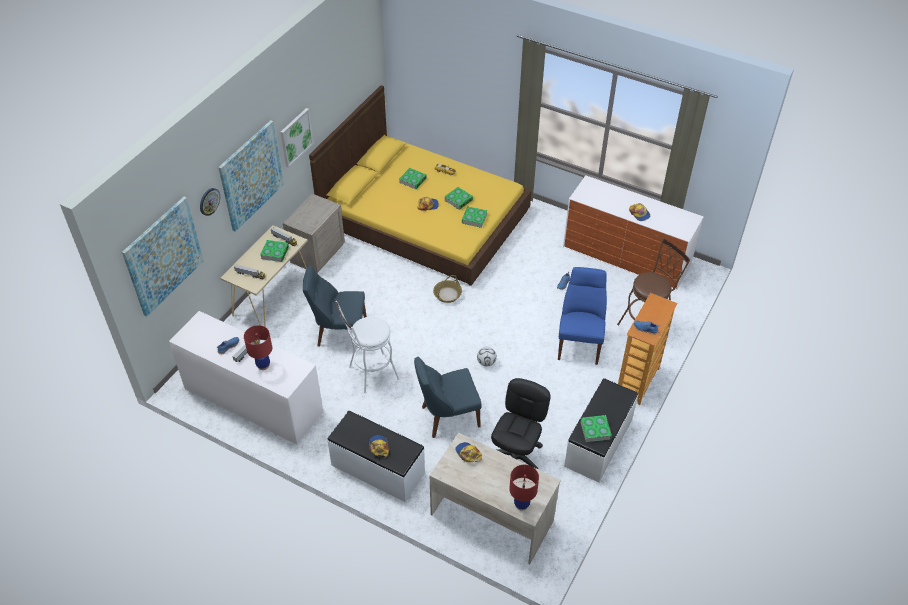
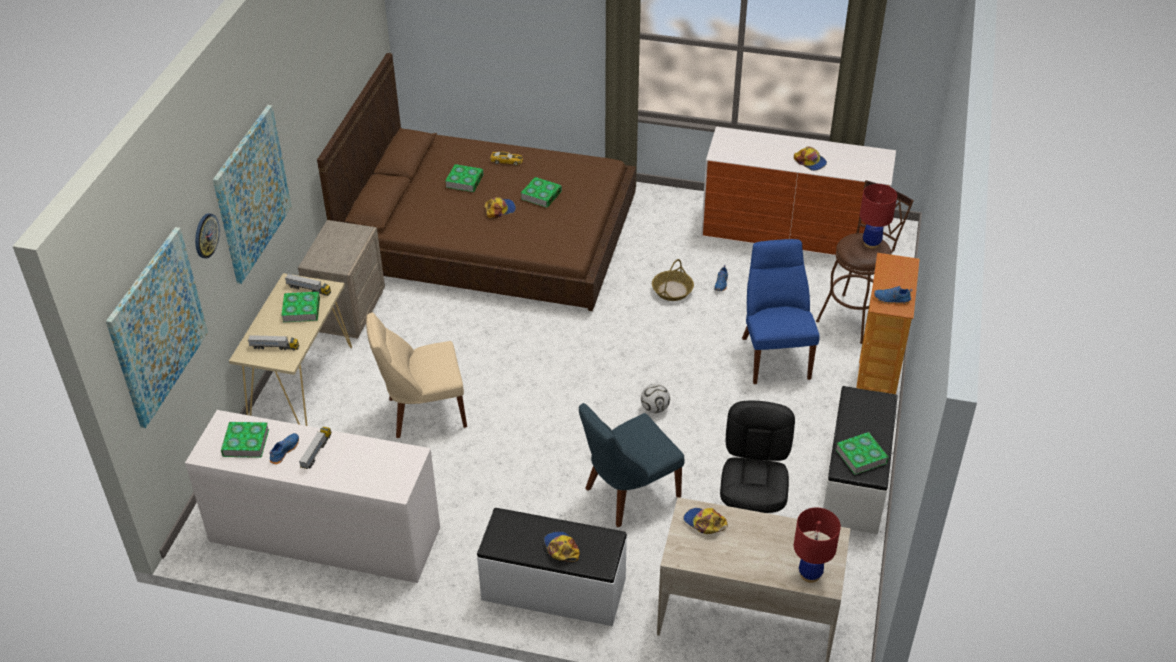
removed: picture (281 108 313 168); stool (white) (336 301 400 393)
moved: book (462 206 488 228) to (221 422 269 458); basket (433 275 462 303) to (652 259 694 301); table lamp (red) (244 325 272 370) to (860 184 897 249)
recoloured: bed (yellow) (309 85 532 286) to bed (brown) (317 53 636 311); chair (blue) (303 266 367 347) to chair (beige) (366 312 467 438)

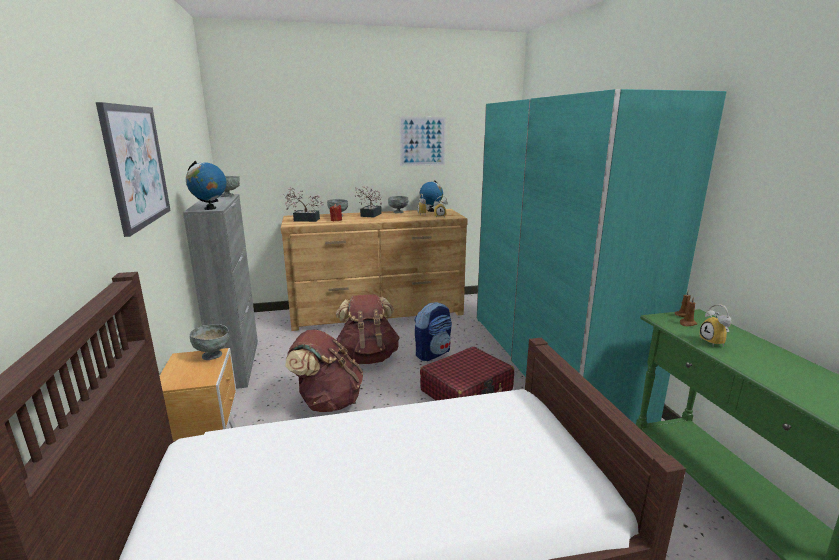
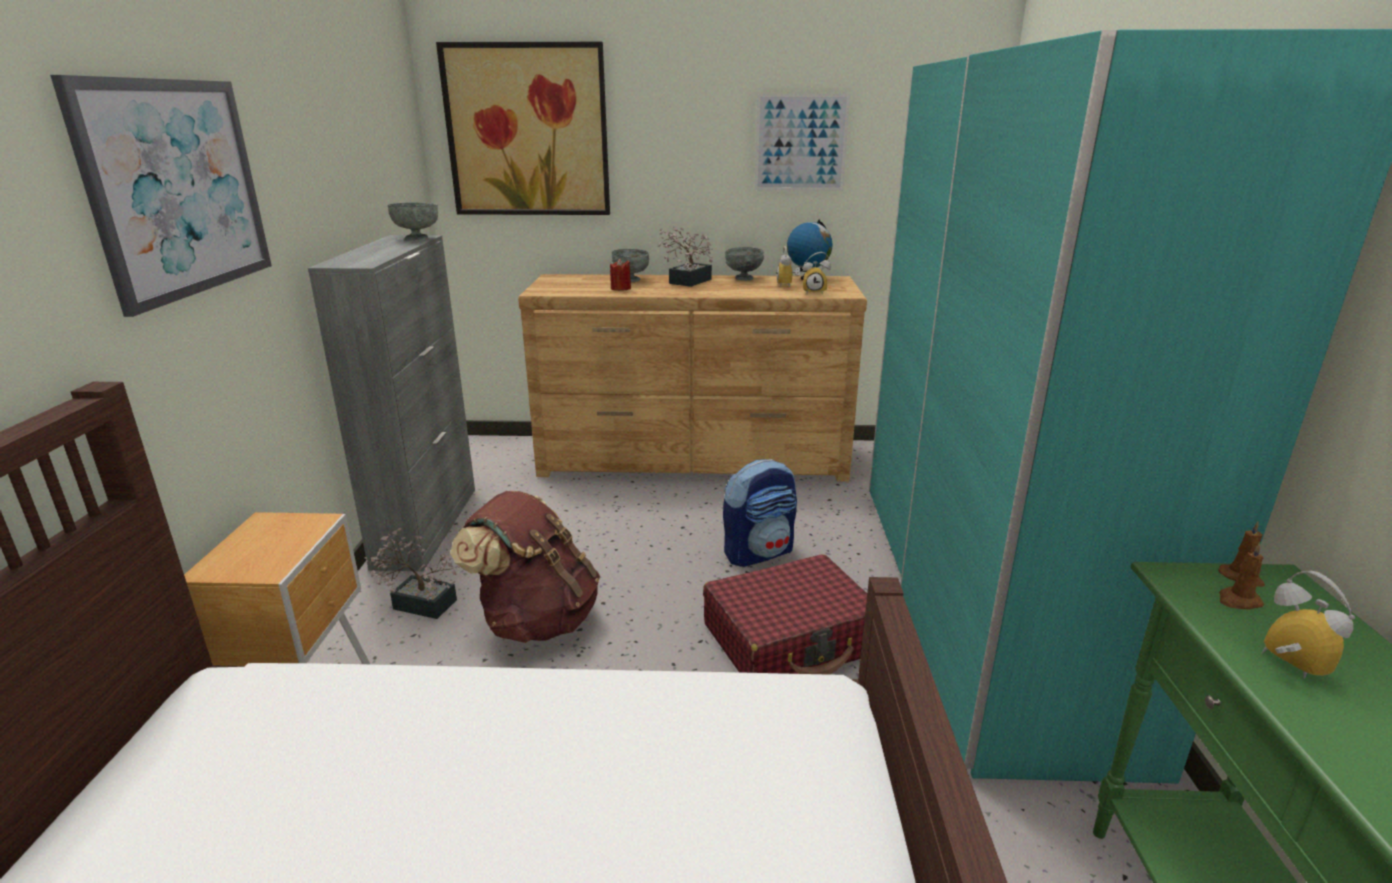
removed: globe (186 161 226 210); bowl (grey) (190 324 229 360); backpack (brown) (336 294 400 364)
added: picture (436 42 610 215)
moved: potted plant (283 187 323 222) to (364 528 461 619)
turned: alarm clock (699 304 731 347) = (1261 570 1355 679) 150 degrees clockwise

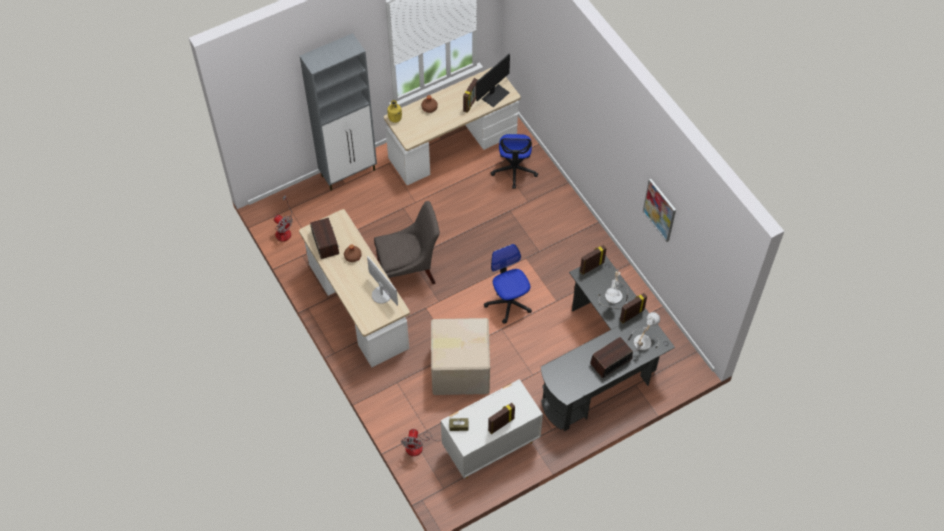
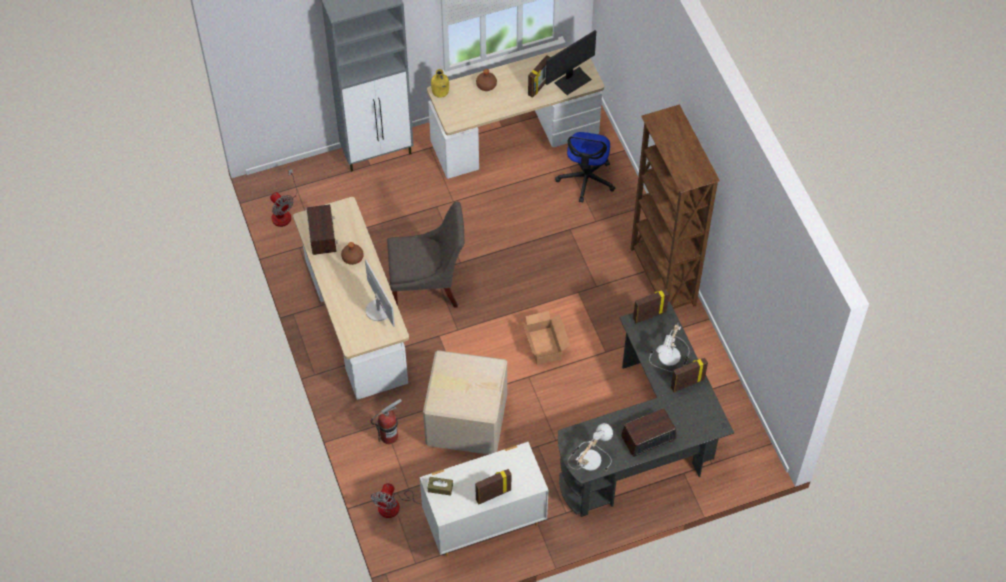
removed: picture (643 179 676 242)
added: fire extinguisher (371 399 402 444); bookcase (brown) (631 104 720 309)
moved: table lamp (626 312 660 351) to (567 423 613 471)
replaced: office chair (484 244 532 324) to cardboard box (522 311 570 365)

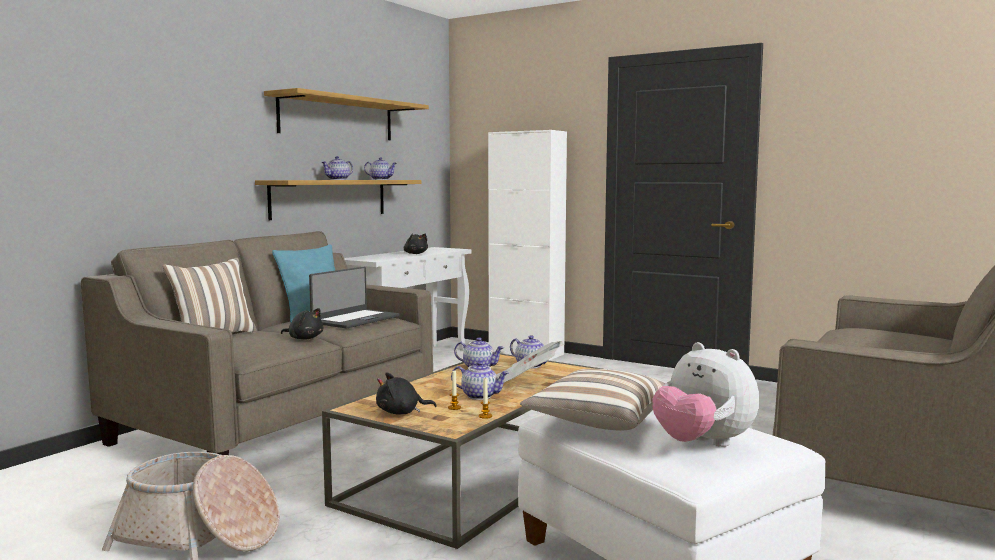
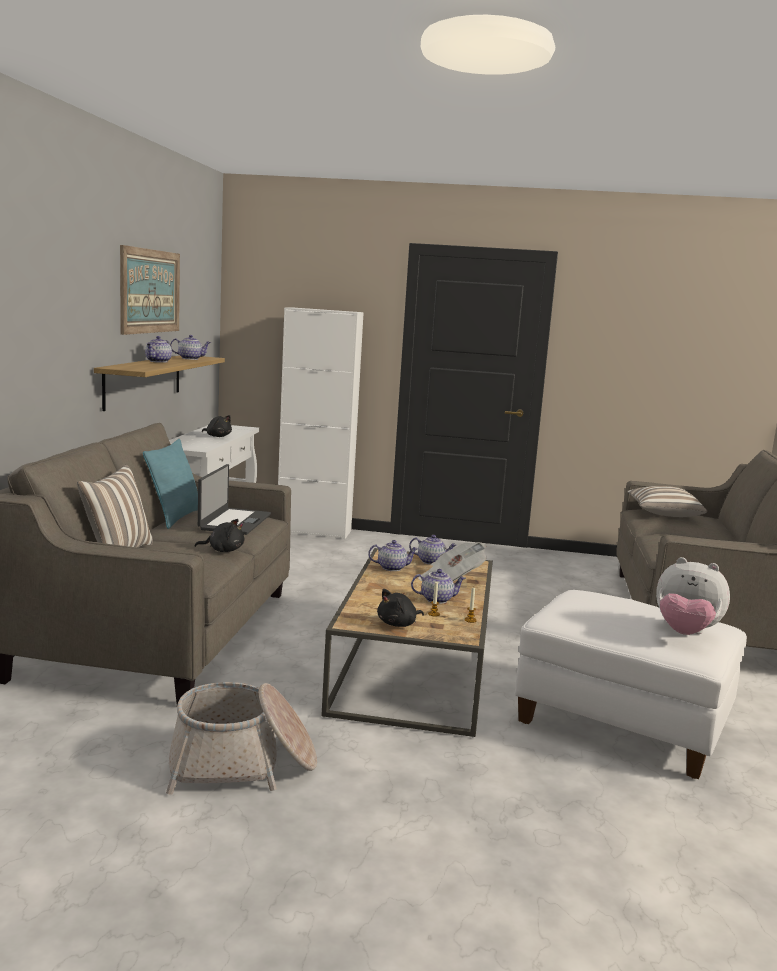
moved: pillow (520 369 666 430) to (627 486 707 517)
replaced: shelf (264 88 429 140) to picture (120 245 180 335)

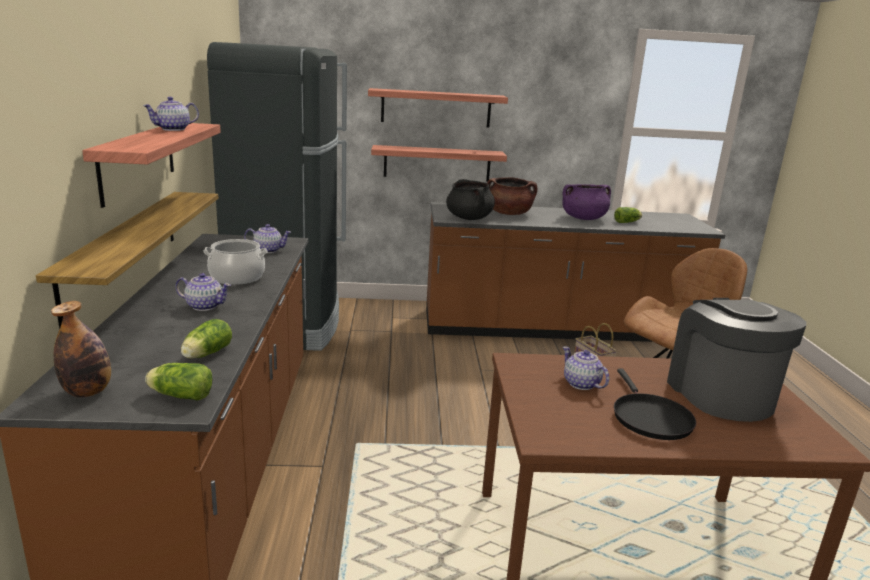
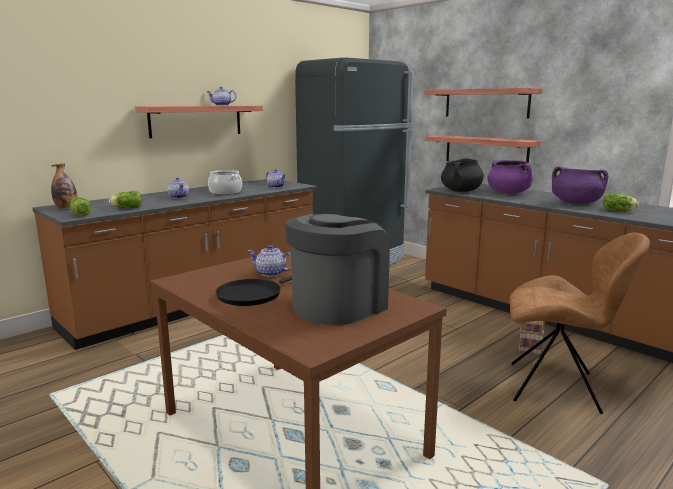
removed: shelf (36 192 218 329)
recoloured: cooking pot (brown) (487 177 538 215) to cooking pot (purple) (487 160 533 194)
turned: teapot (563 347 609 390) = (248 245 291 277) 90 degrees counterclockwise

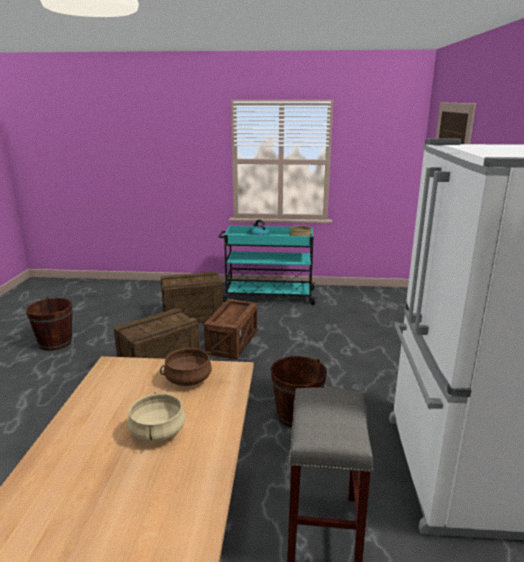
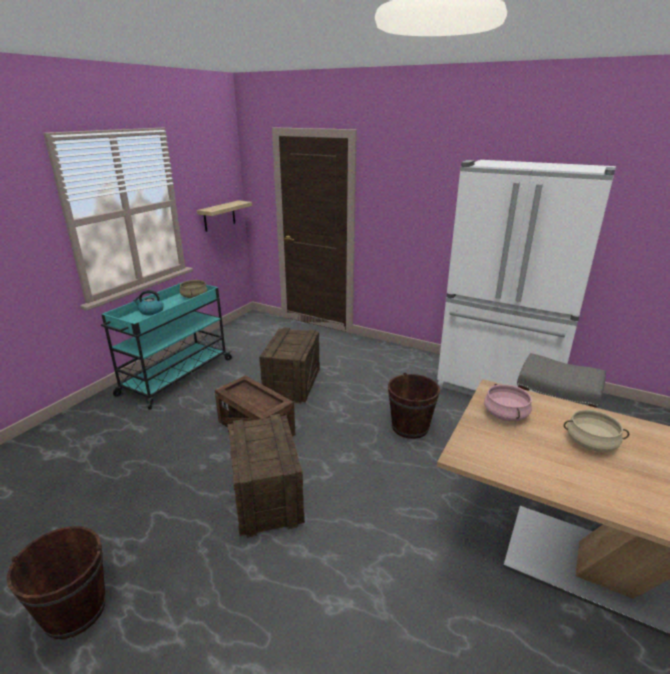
added: shelf (197 200 252 232)
moved: crate (160 271 223 323) to (259 327 320 403)
recoloured: cooking pot (brown) (160 348 212 386) to cooking pot (pink) (484 384 532 421)

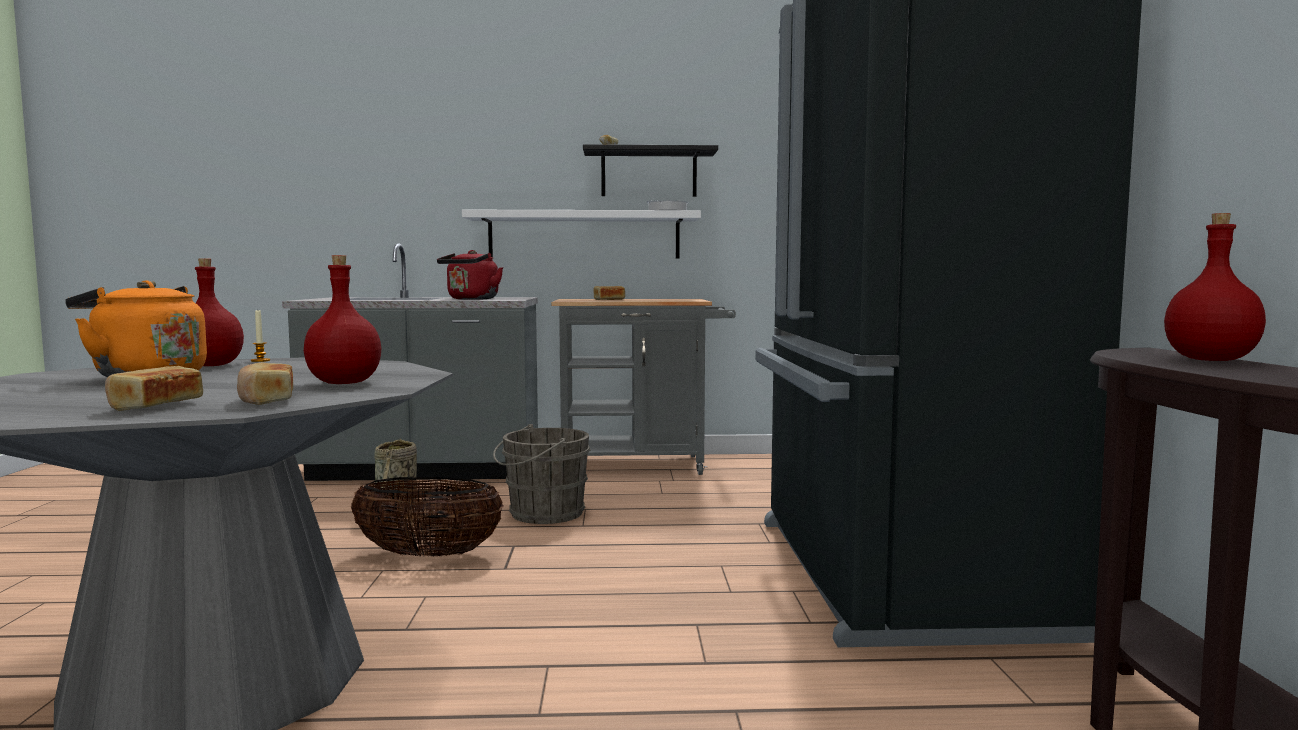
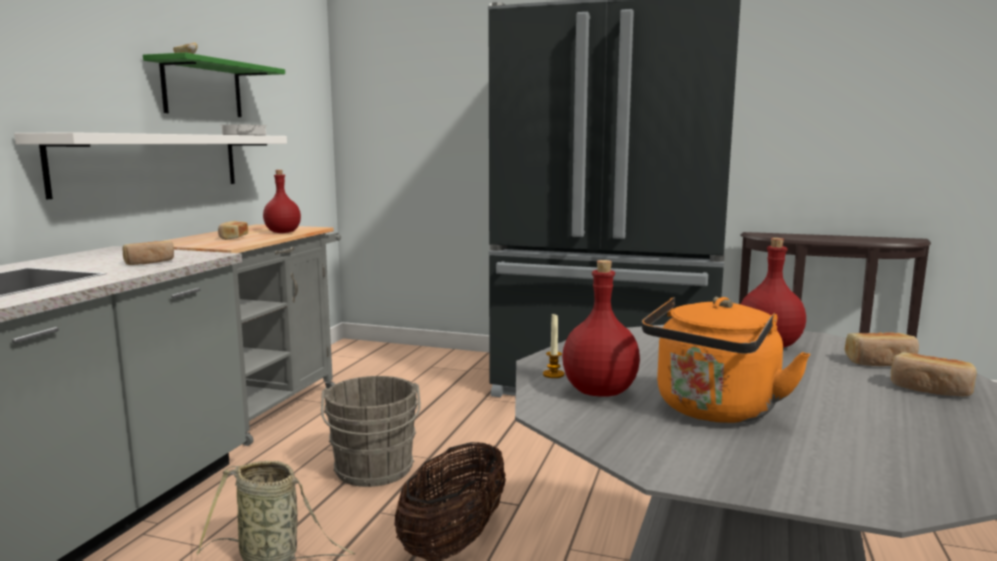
moved: bottle (red) (1164 213 1266 361) to (263 170 301 233)
replaced: kettle (red) (437 250 503 300) to bread (123 241 174 265)
recoloured: shelf (black) (583 144 718 197) to shelf (green) (143 52 285 117)

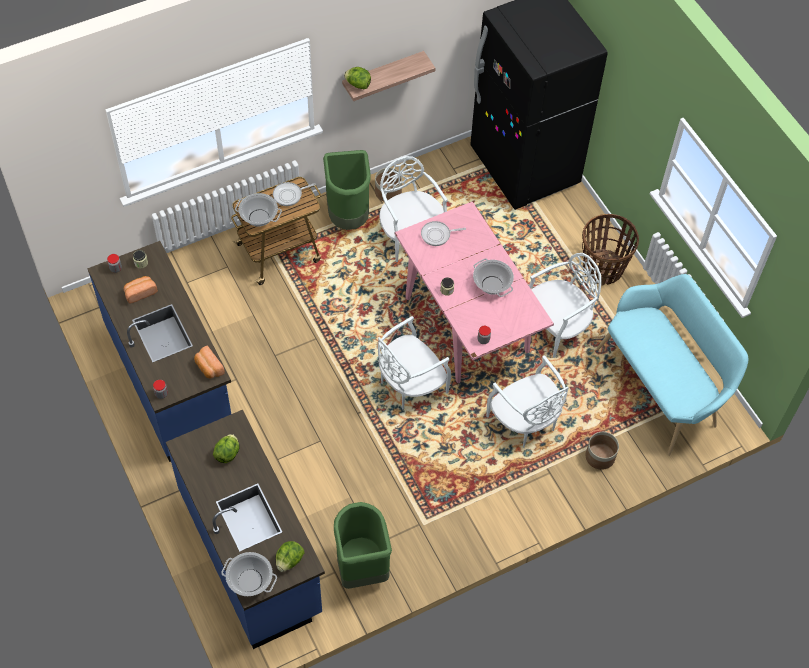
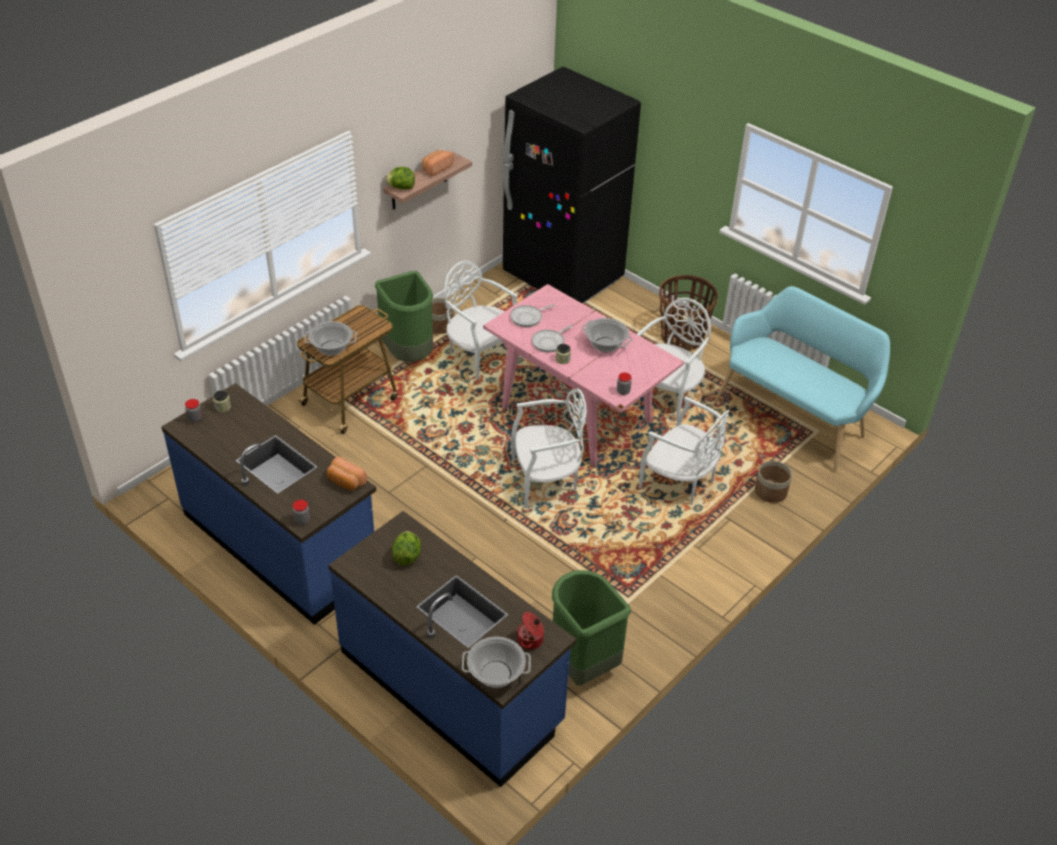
moved: bread (124 276 158 303) to (422 150 453 176); frying pan (273 182 316 206) to (532 325 573 352)
replaced: lettuce (275 541 305 572) to cooking pot (516 612 544 650)
turned: chair (white) (378 316 452 409) = (511 389 587 508) 135 degrees counterclockwise

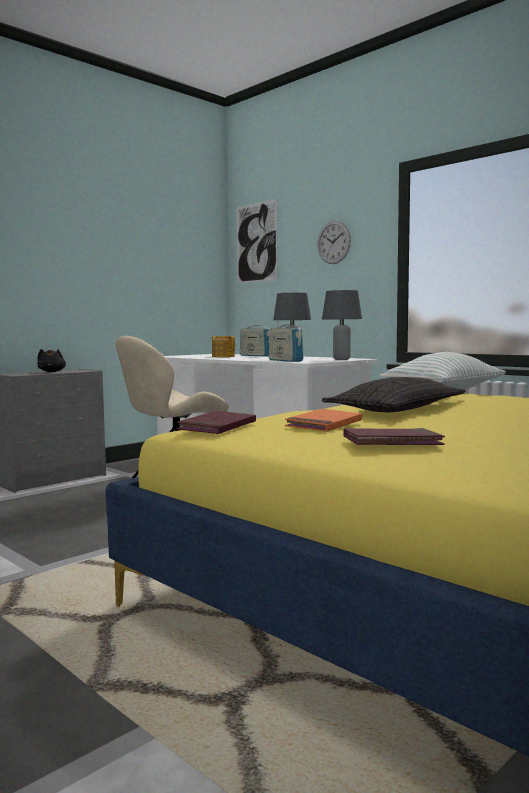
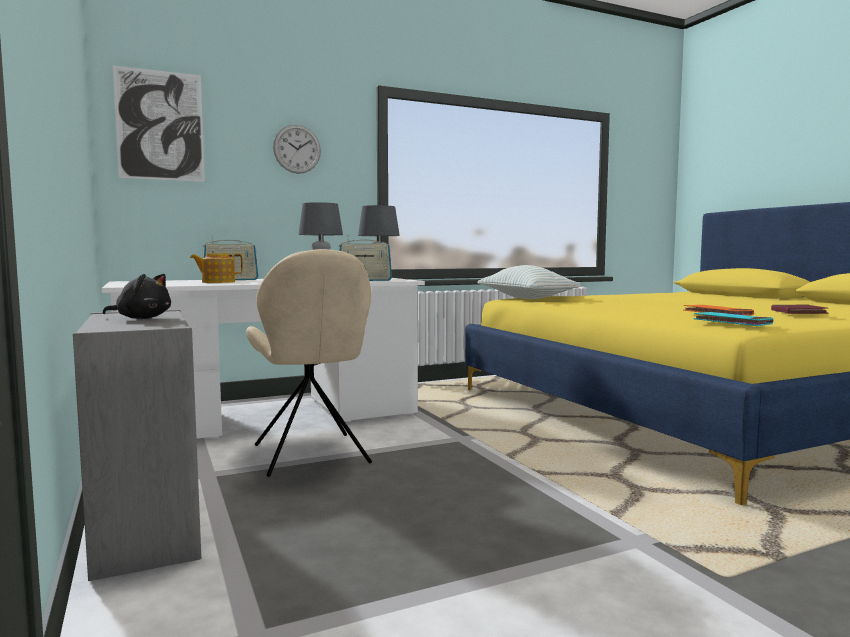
removed: pillow (322 377 466 412)
recoloured: book (red) (177 411 256 434) to book (turquoise) (693 312 773 326)

